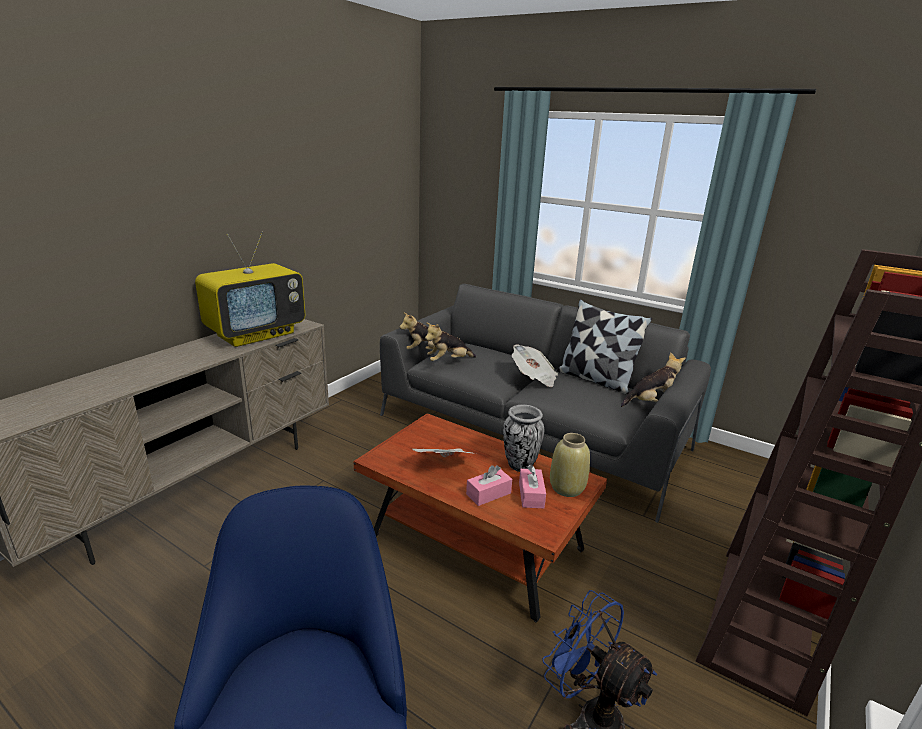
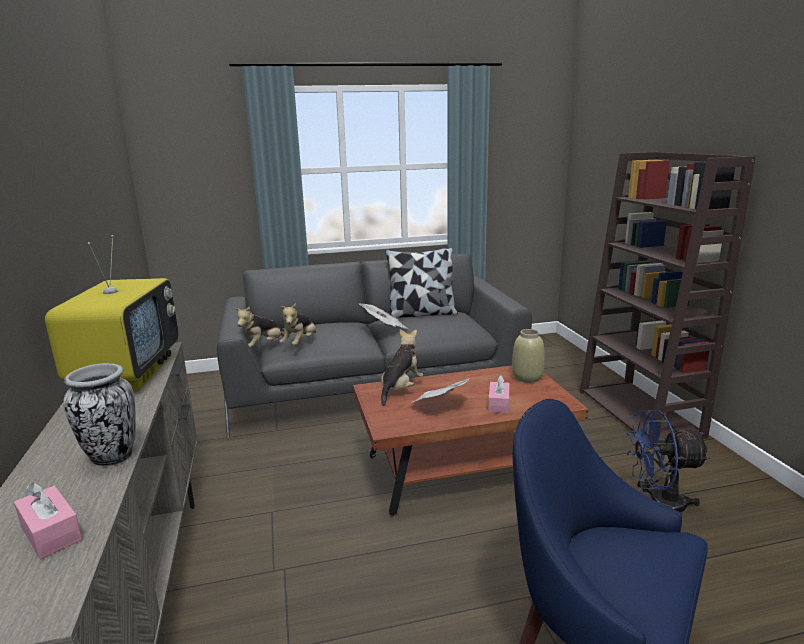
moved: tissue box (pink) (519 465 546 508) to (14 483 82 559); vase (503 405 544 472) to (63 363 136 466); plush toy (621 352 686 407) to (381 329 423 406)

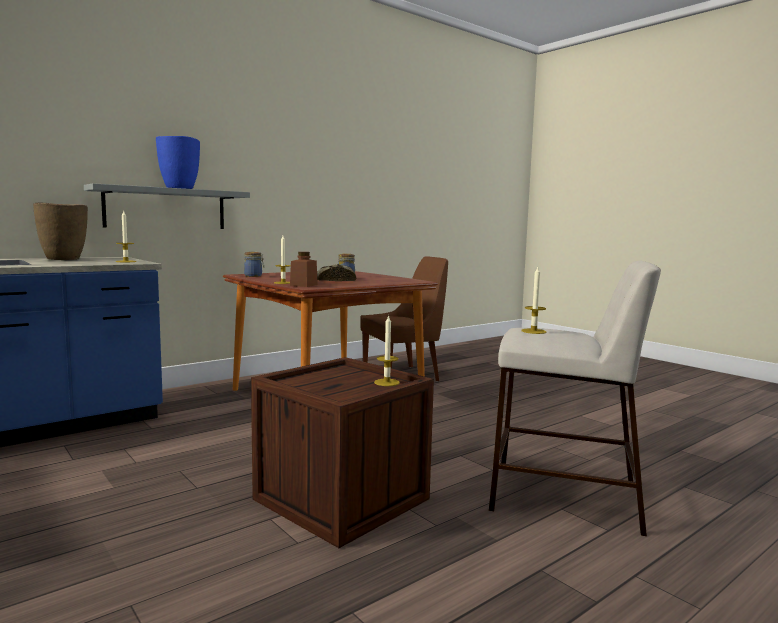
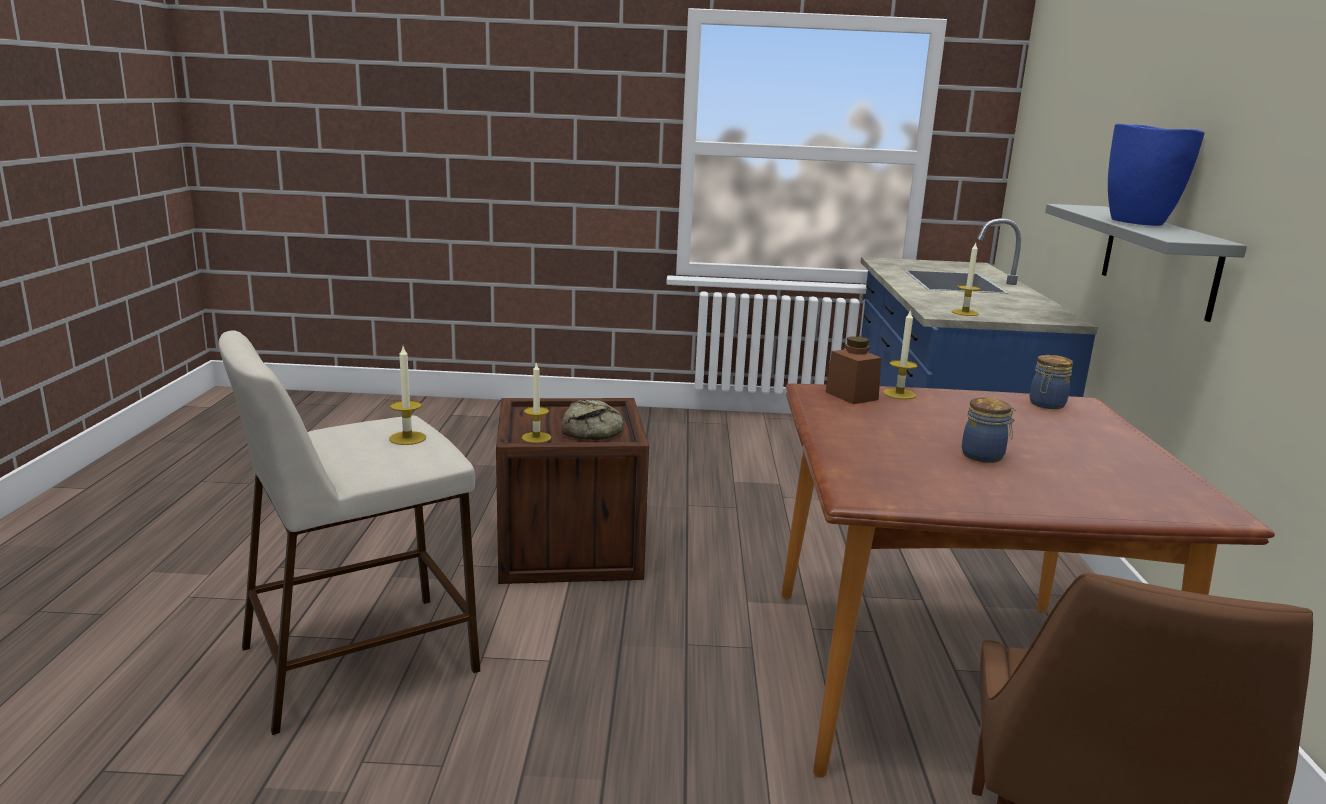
removed: vase (brown) (33 202 88 260)
moved: bread (317 264 356 281) to (562 400 623 440)

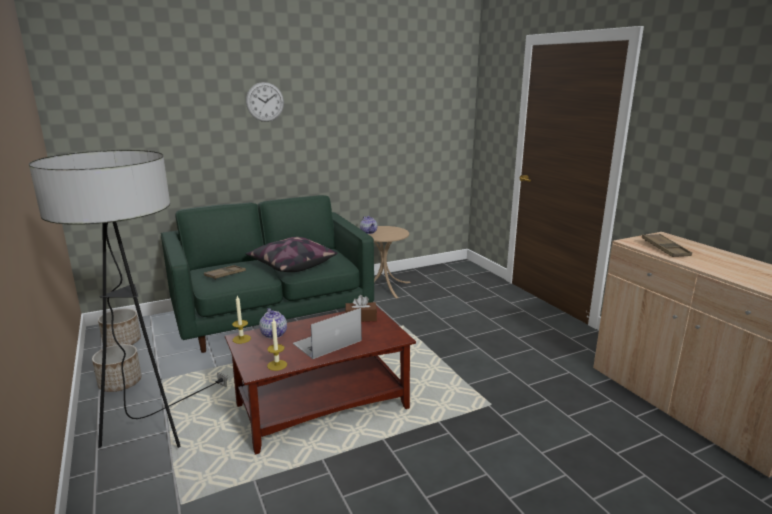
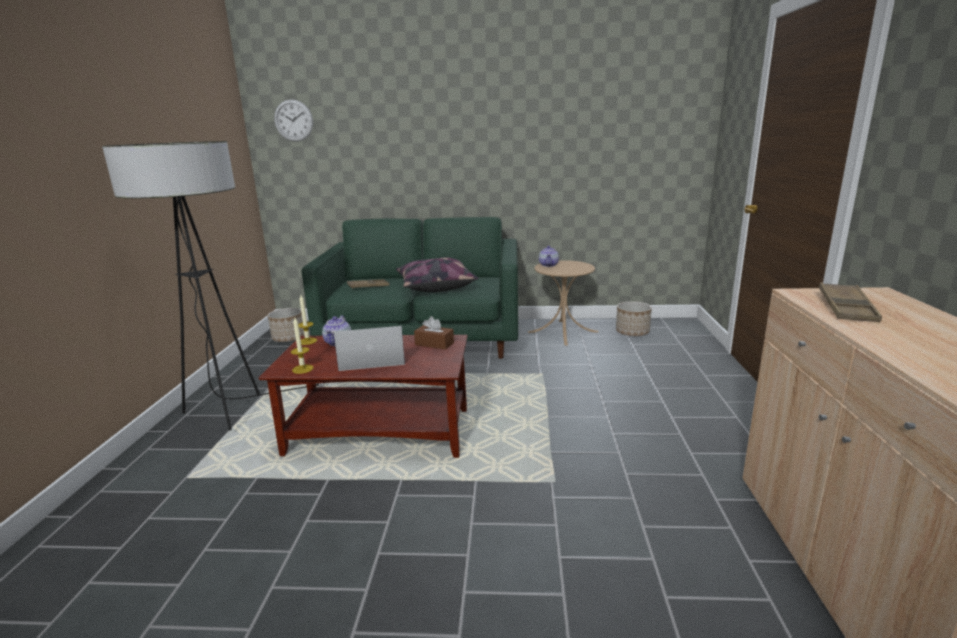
moved: wall clock (246 82 284 122) to (274 99 313 142); planter (92 344 142 392) to (616 301 652 336)

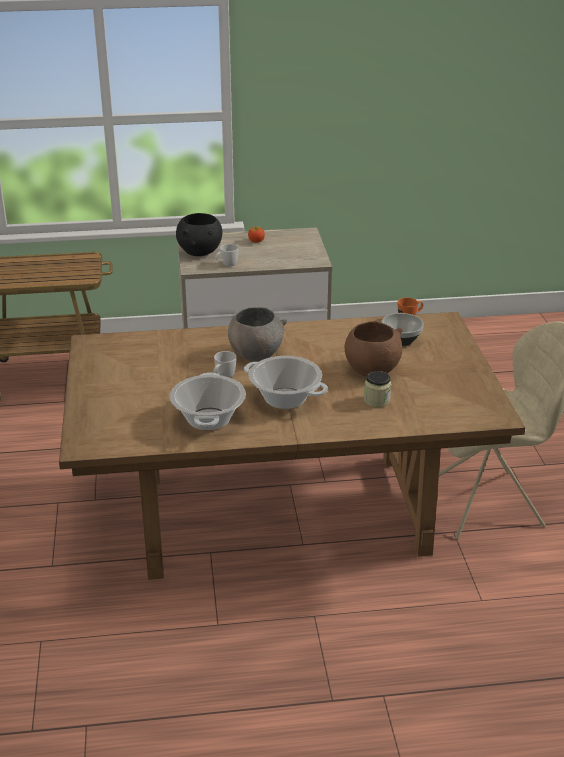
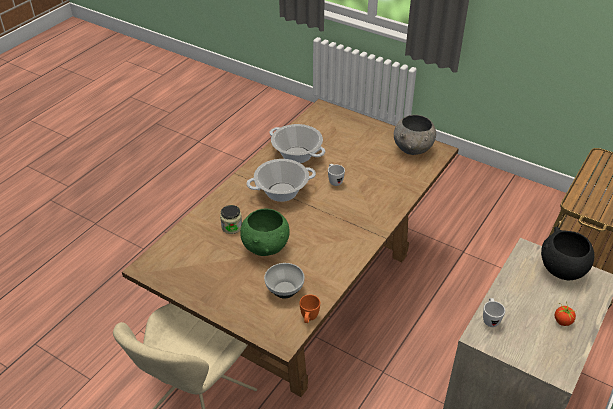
moved: bowl (grey) (228 307 287 362) to (394 115 436 155); mug (white) (215 244 238 266) to (483 298 505 327)
recoloured: bowl (brown) (345 321 403 377) to bowl (green) (240 209 290 256)

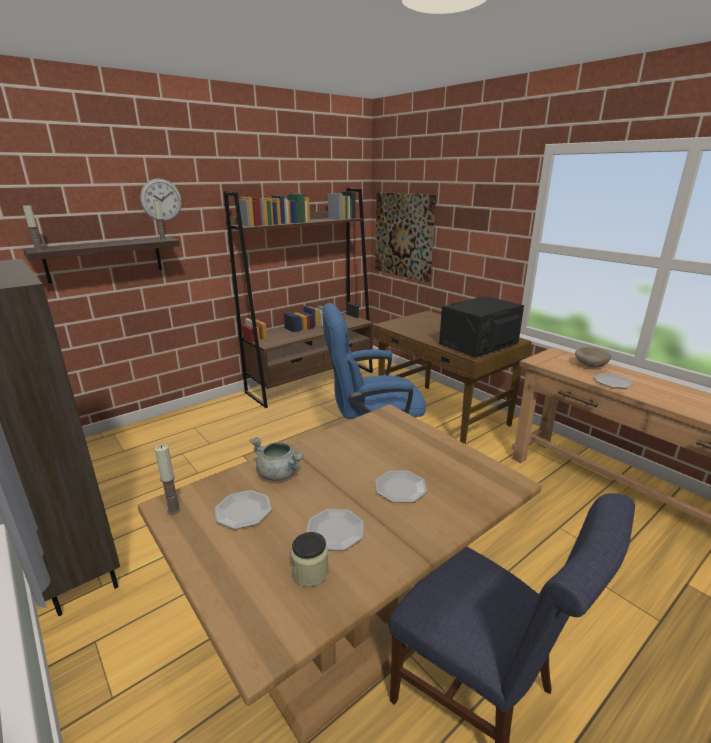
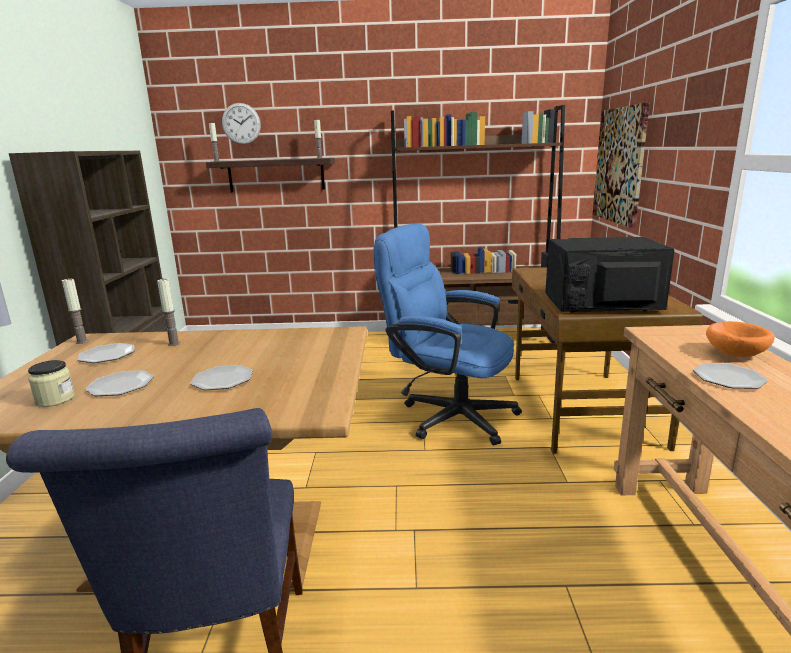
moved: wall clock (140 179 182 221) to (222 103 261 144)
replaced: cooking pot (grey) (250 437 304 481) to candle (157 279 180 346)
recoloured: bowl (beige) (575 347 611 368) to bowl (orange) (706 321 775 357)

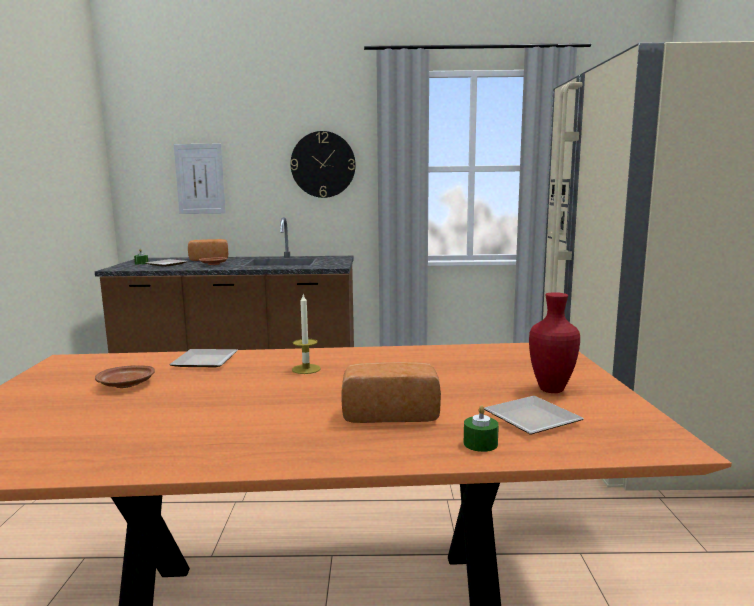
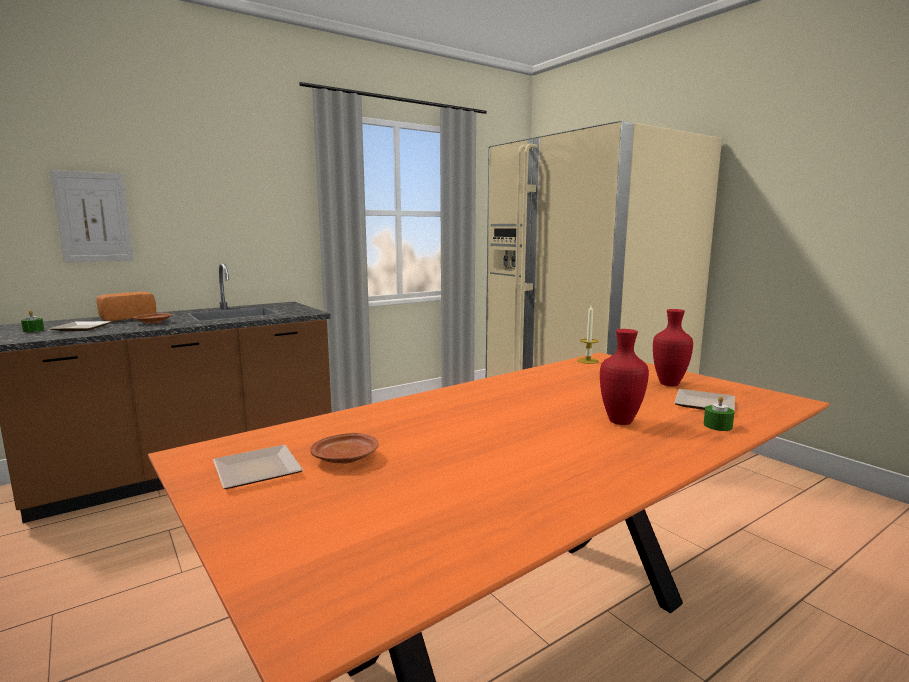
removed: wall clock (291 131 356 198)
moved: plate (169 349 238 367) to (213 445 303 489); candle (292 293 321 374) to (577 305 599 364)
replaced: bread (341 362 441 423) to vase (red) (600 329 649 425)

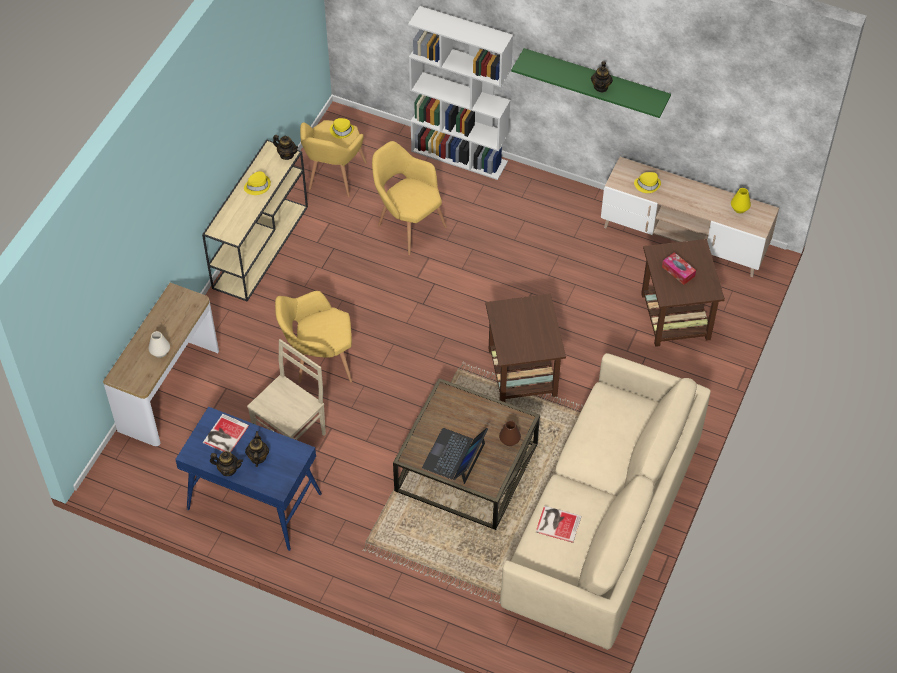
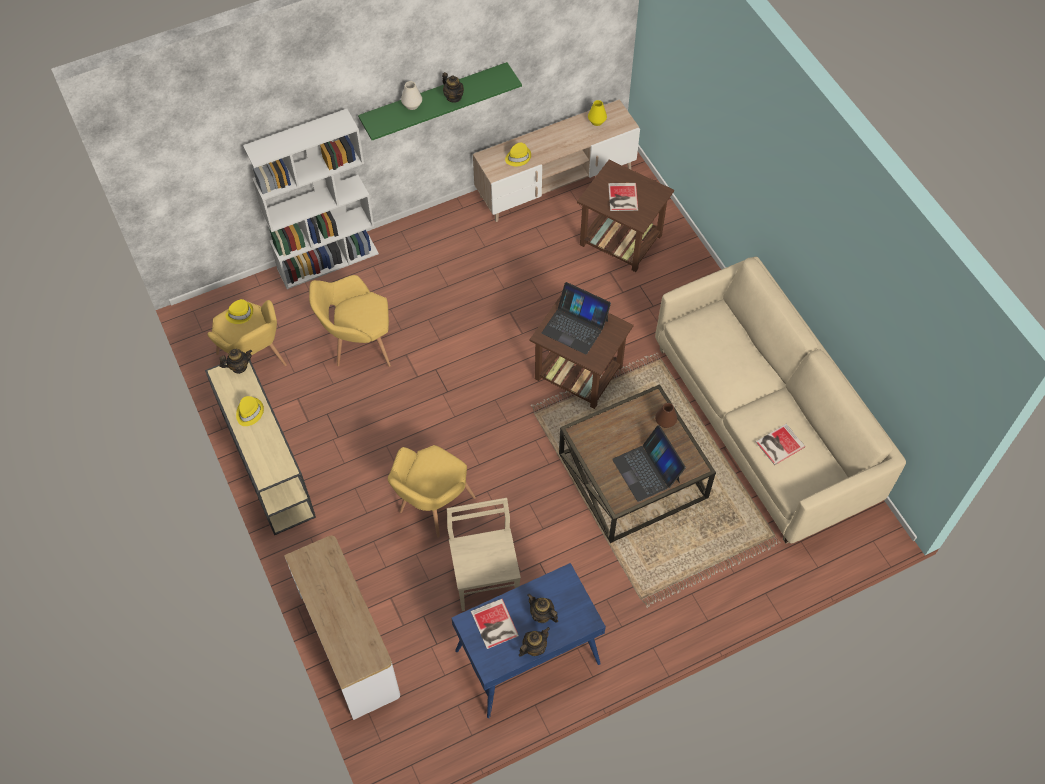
added: laptop (542 282 611 354)
moved: vase (white) (149 331 170 358) to (401 81 422 110)
replaced: tissue box (662 252 696 285) to book (608 183 638 211)

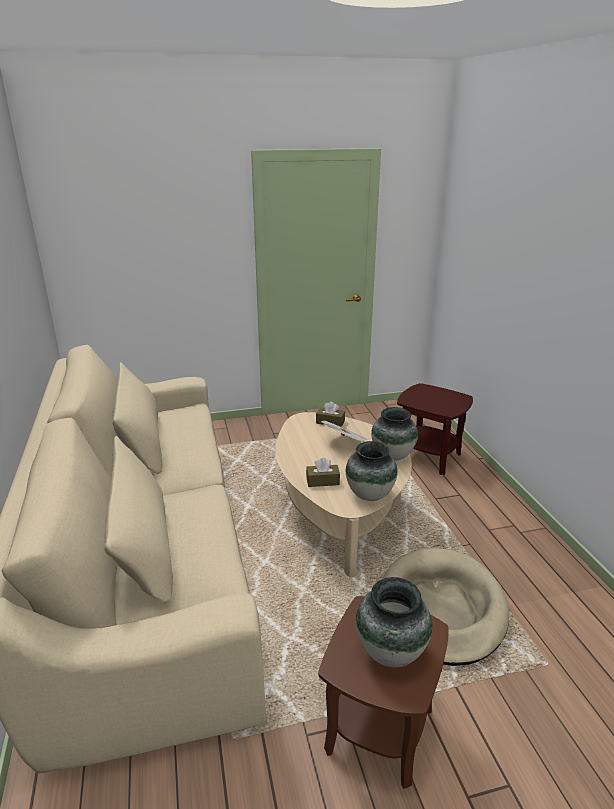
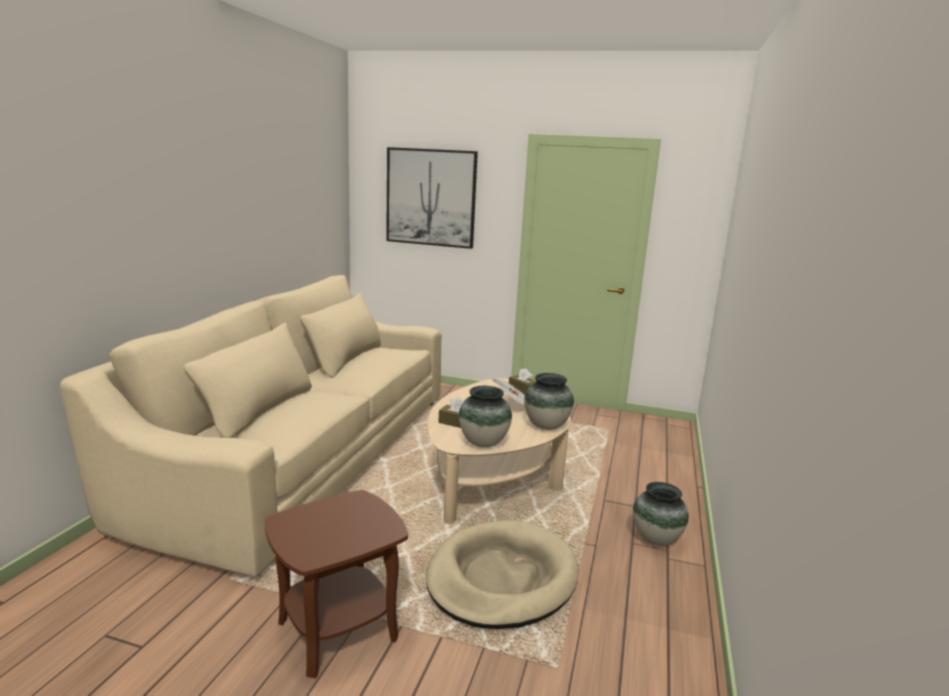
removed: side table (brown) (397 383 473 475)
added: picture (386 147 478 249)
moved: vase (356 577 432 668) to (633 482 689 546)

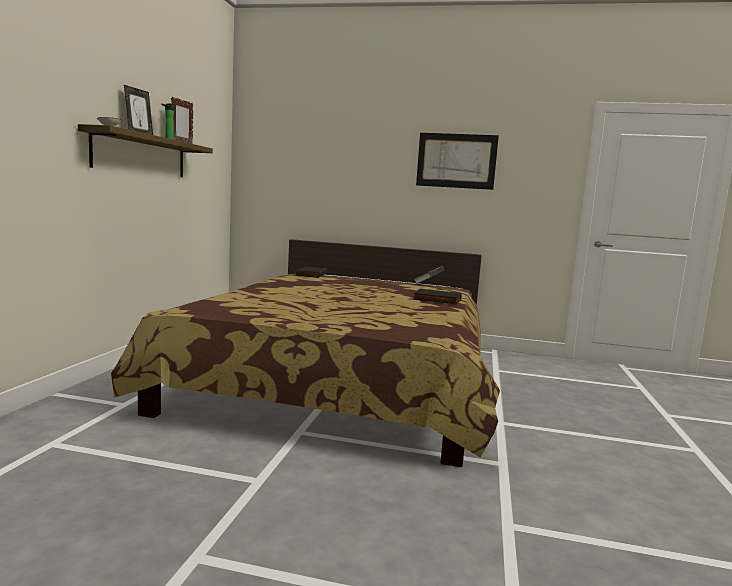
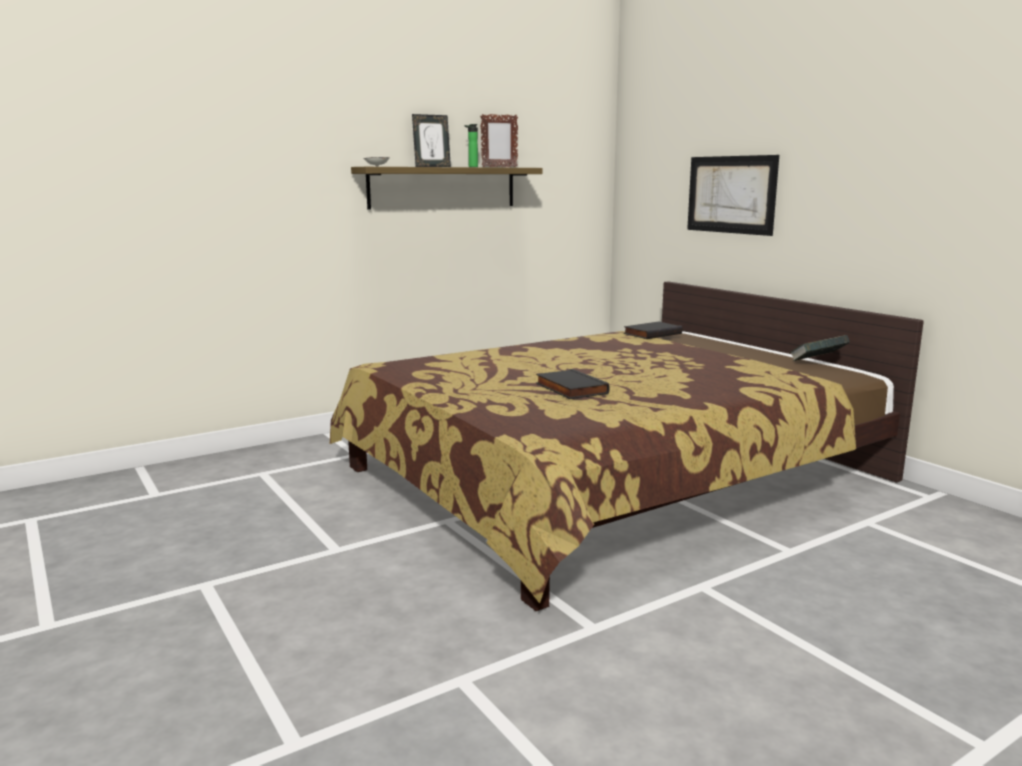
moved: book (black) (413 289 462 304) to (536 369 610 399); picture (416 133 499 190) to (687 155 779 236)

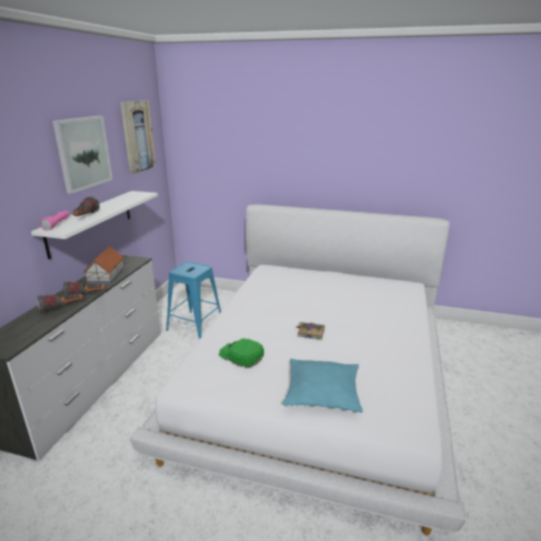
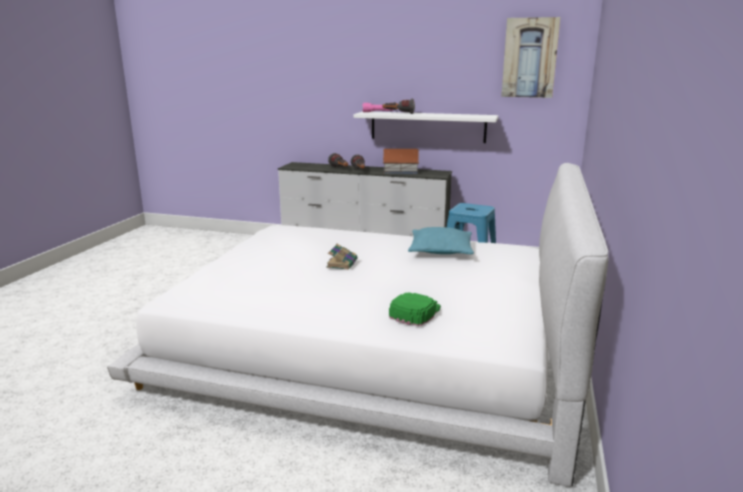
removed: picture (53 116 113 194)
moved: cap (green) (219 338 264 368) to (389 292 441 326); pillow (turquoise) (283 359 363 413) to (408 227 474 254)

